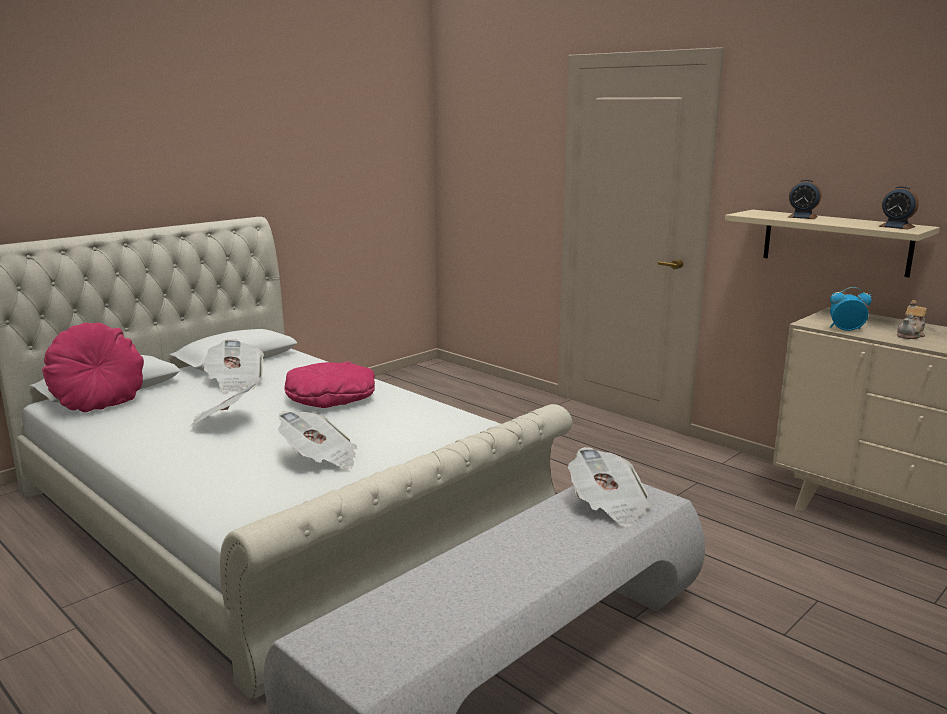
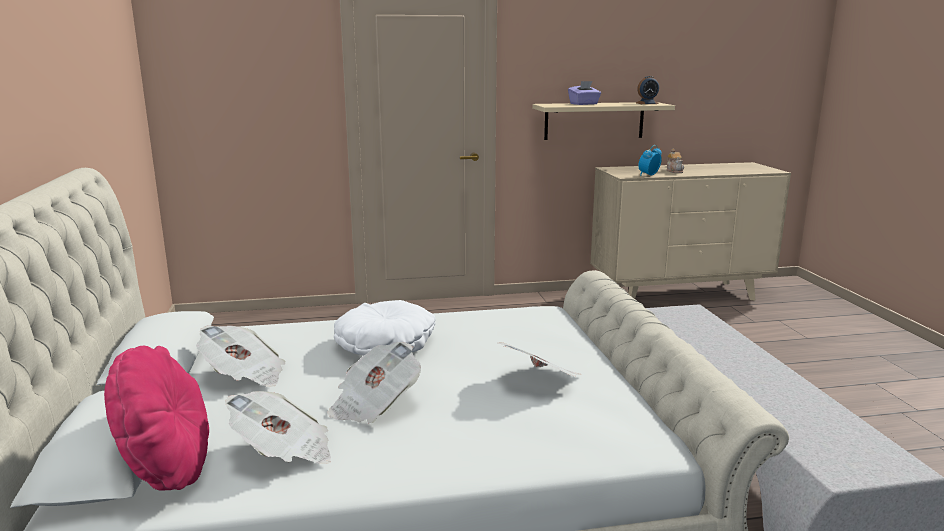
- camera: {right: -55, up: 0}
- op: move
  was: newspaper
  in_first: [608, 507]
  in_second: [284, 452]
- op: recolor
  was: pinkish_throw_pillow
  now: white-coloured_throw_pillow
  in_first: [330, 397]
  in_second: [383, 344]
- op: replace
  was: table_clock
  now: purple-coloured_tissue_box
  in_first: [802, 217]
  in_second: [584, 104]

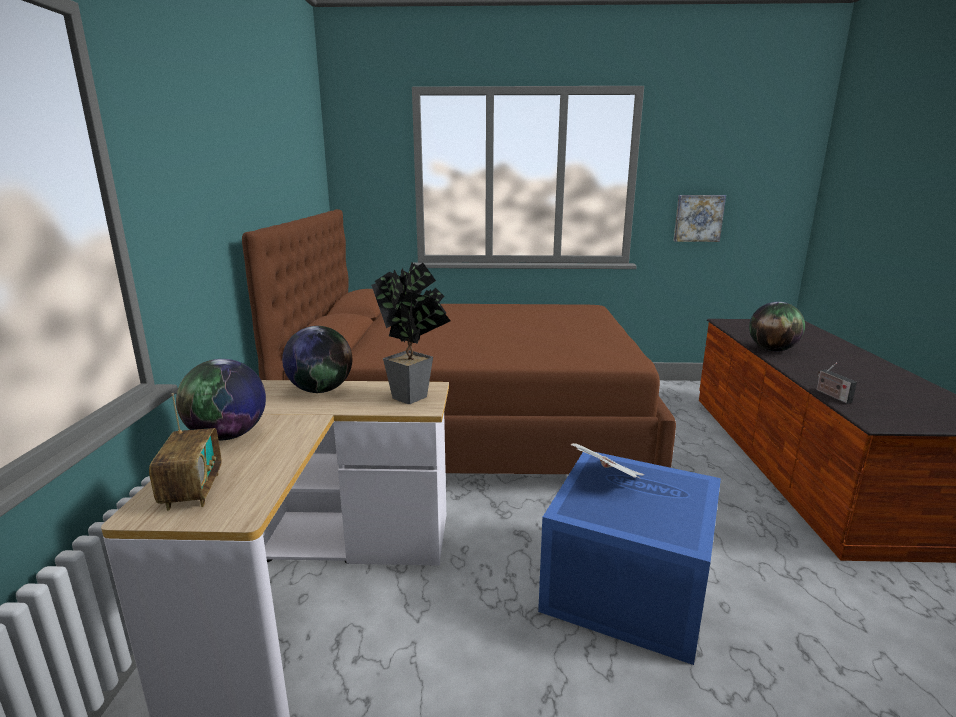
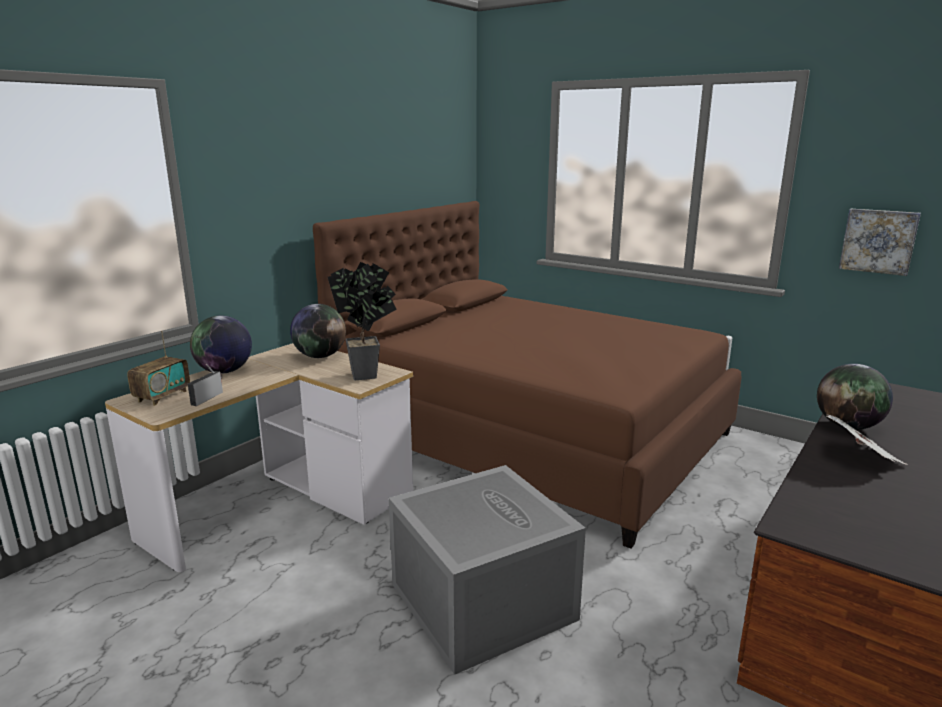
- camera: {right: 35, up: 0}
- op: move
  was: radio_receiver
  in_first: [831, 395]
  in_second: [208, 398]
- op: recolor
  was: blue_storage_bin
  now: greyish_storage_bin
  in_first: [624, 588]
  in_second: [479, 601]
- op: move
  was: newspaper
  in_first: [607, 479]
  in_second: [861, 458]

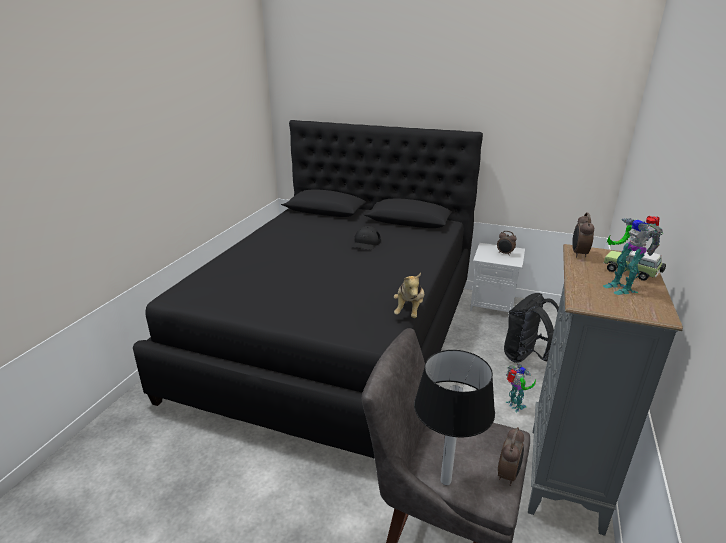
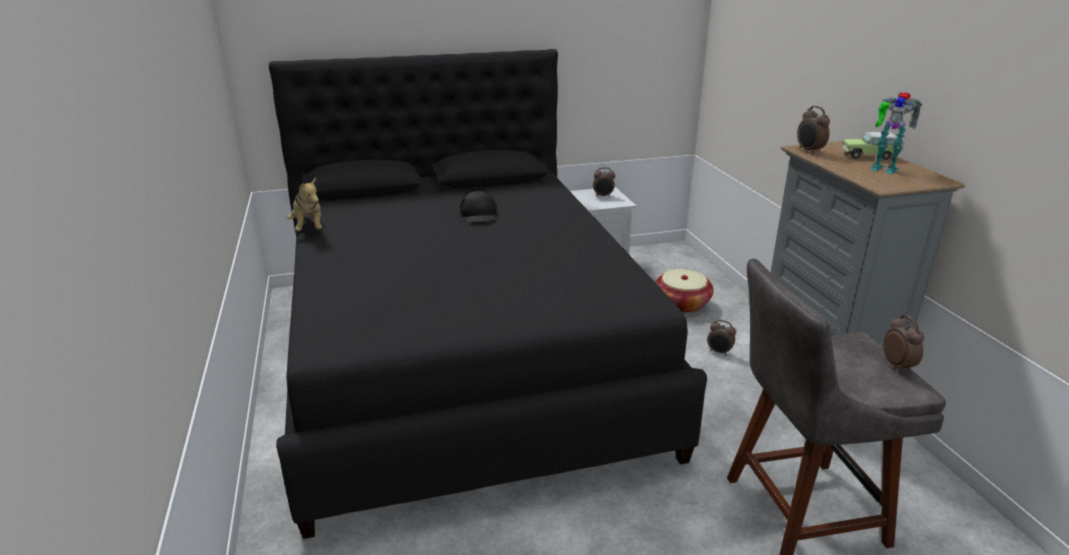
- camera: {right: -35, up: 0}
- op: move
  was: plush_toy
  in_first: [409, 310]
  in_second: [309, 228]
- op: replace
  was: black_backpack
  now: household_basket
  in_first: [526, 357]
  in_second: [681, 304]
- op: replace
  was: toy_robot
  now: table_clock
  in_first: [515, 406]
  in_second: [719, 352]
- op: delete
  was: table_lamp
  in_first: [445, 480]

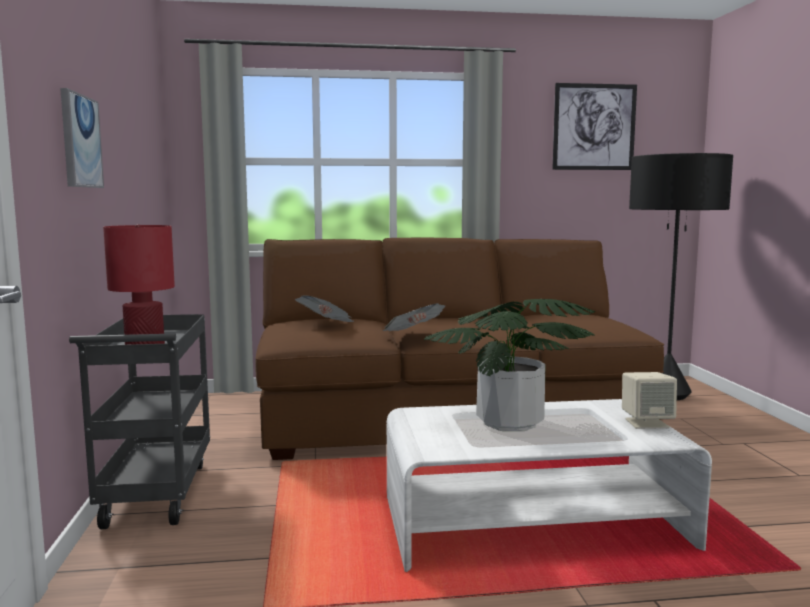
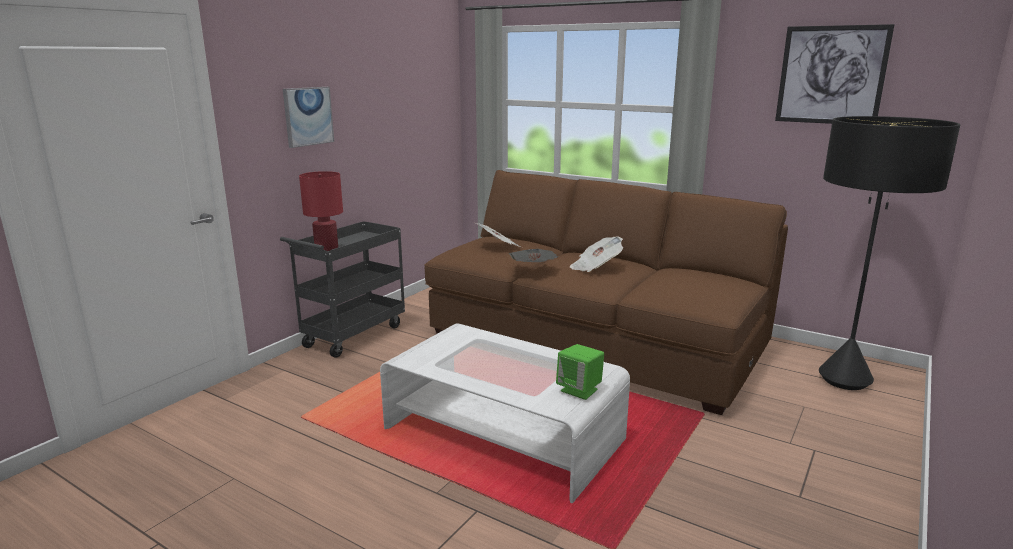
- camera: {right: 40, up: 10}
- op: recolor
  was: beige_loudspeaker
  now: green-coloured_loudspeaker
  in_first: [646, 423]
  in_second: [579, 390]
- op: insert
  now: newspaper
  in_second: [595, 267]
- op: delete
  was: plant_in_a_pot
  in_first: [509, 422]

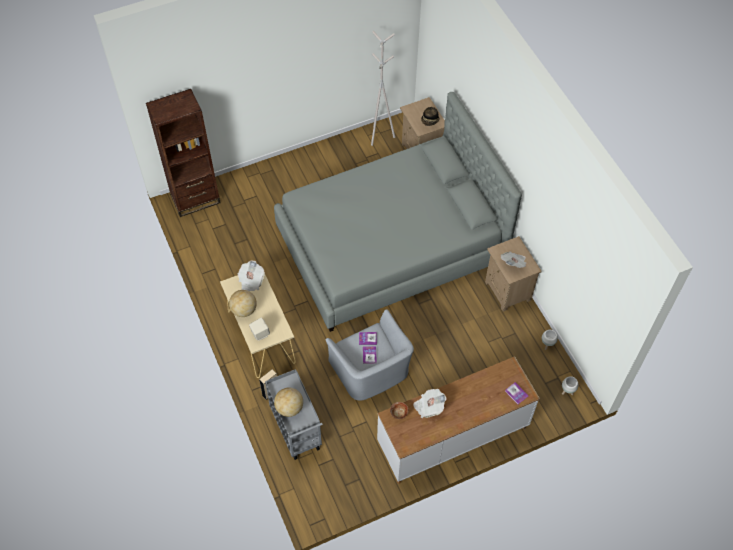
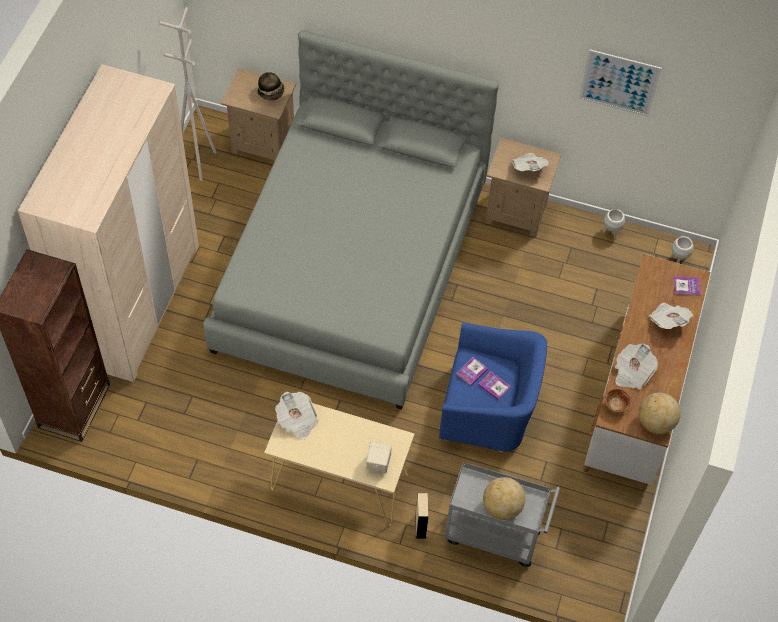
- camera: {right: -50, up: 0}
- op: insert
  now: beige_clothes_cupboard
  in_second: [134, 302]
- op: recolor
  was: greyish_armchair
  now: blue_armchair
  in_first: [371, 370]
  in_second: [488, 409]
- op: insert
  now: picture
  in_second: [619, 83]
- op: move
  was: world_globe
  in_first: [244, 310]
  in_second: [655, 423]
- op: insert
  now: newspaper
  in_second: [668, 321]

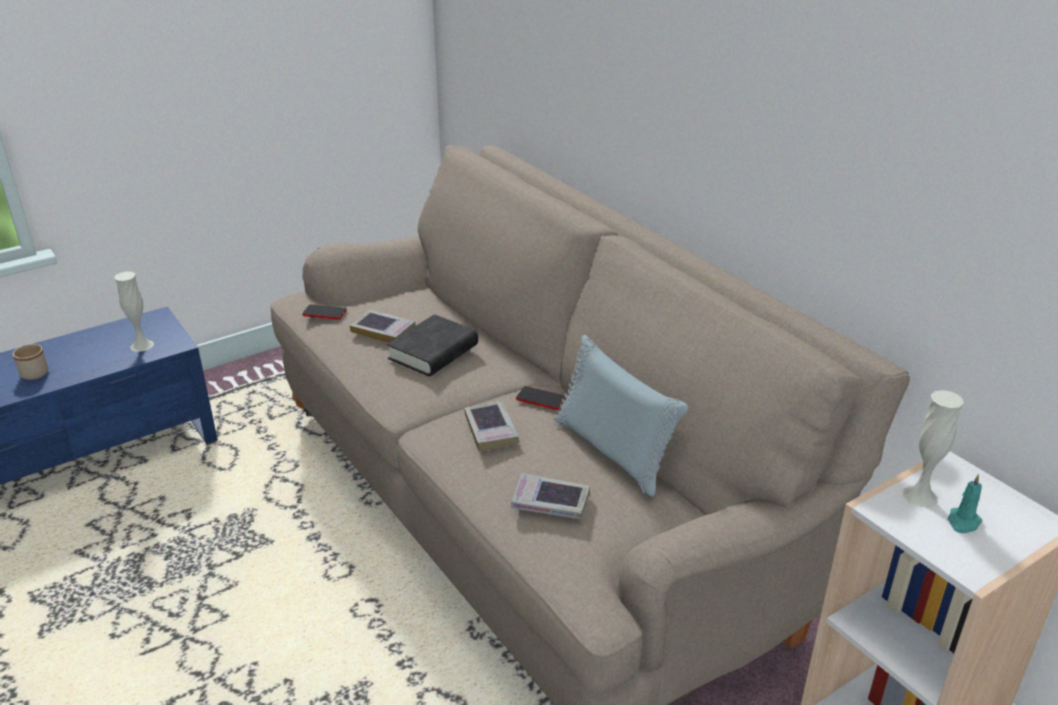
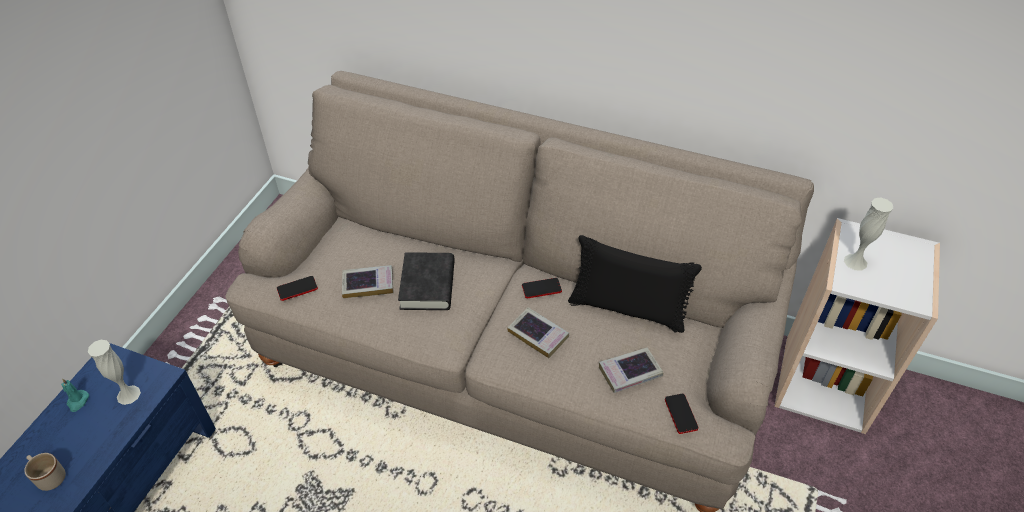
- camera: {right: -35, up: 15}
- op: move
  was: turquoise-coloured_wax_candle
  in_first: [963, 522]
  in_second: [78, 401]
- op: recolor
  was: blue_throw_pillow
  now: black_throw_pillow
  in_first: [614, 452]
  in_second: [627, 308]
- op: insert
  now: handset
  in_second: [681, 414]

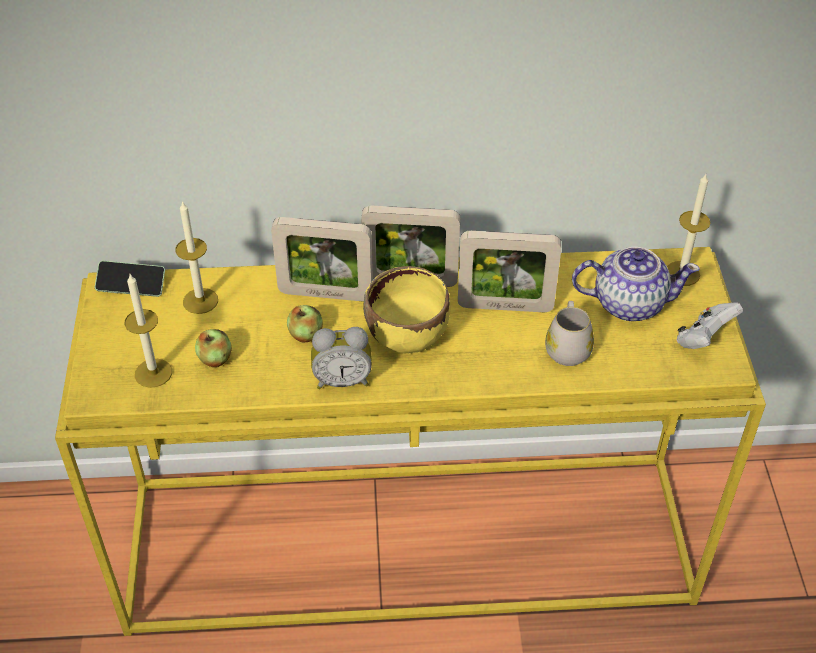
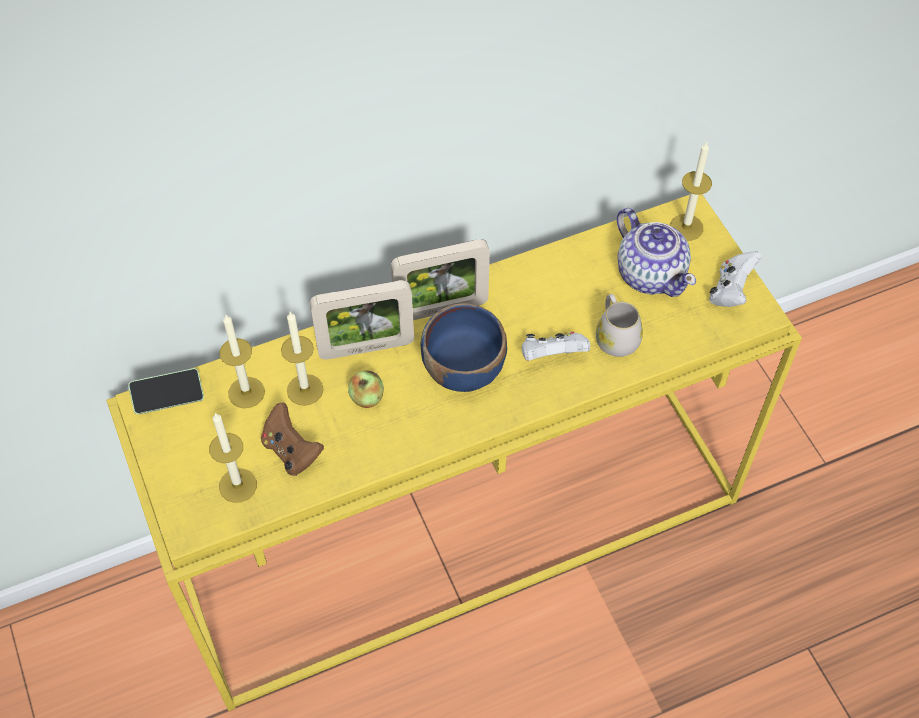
- camera: {right: -20, up: 10}
- op: replace
  was: apple_fruit
  now: brown-coloured_joypad
  in_first: [215, 359]
  in_second: [291, 451]
- op: insert
  now: wax_candle
  in_second: [305, 390]
- op: recolor
  was: yellow-coloured_serving_bowl
  now: blue_serving_bowl
  in_first: [408, 335]
  in_second: [464, 369]
- op: insert
  now: white-coloured_joypad
  in_second: [552, 356]
- op: rotate
  was: pot_for_tea
  in_first: [628, 303]
  in_second: [650, 273]
  clockwise: 75
- op: delete
  was: table_clock
  in_first: [342, 380]
- op: delete
  was: standing_frame
  in_first: [505, 306]

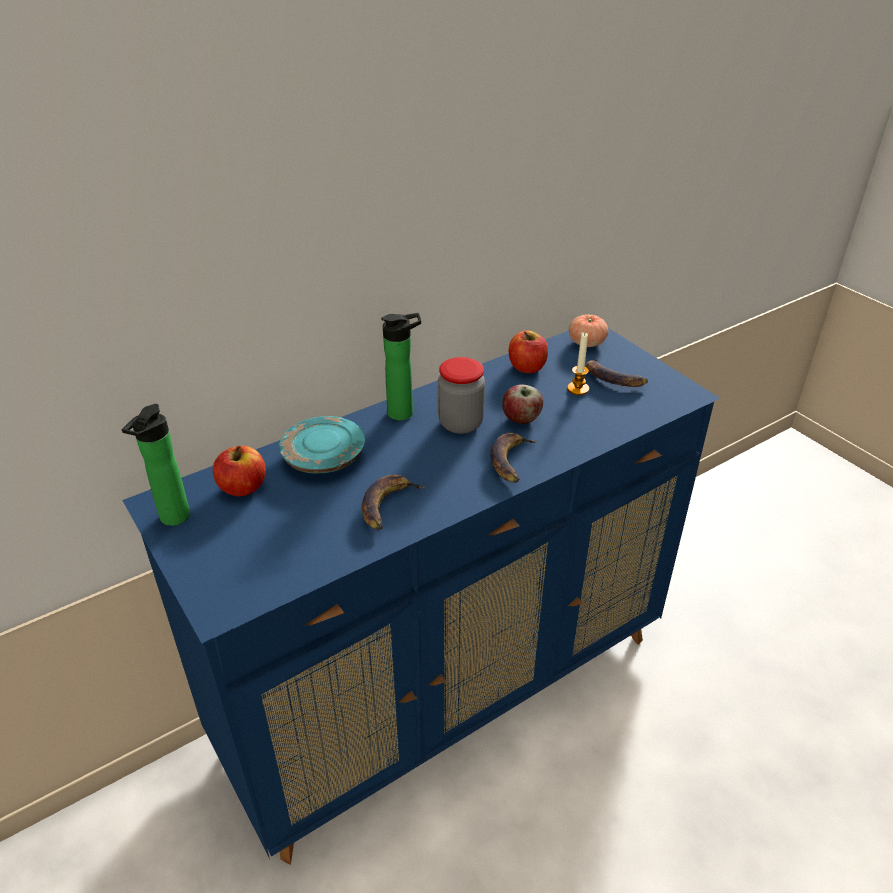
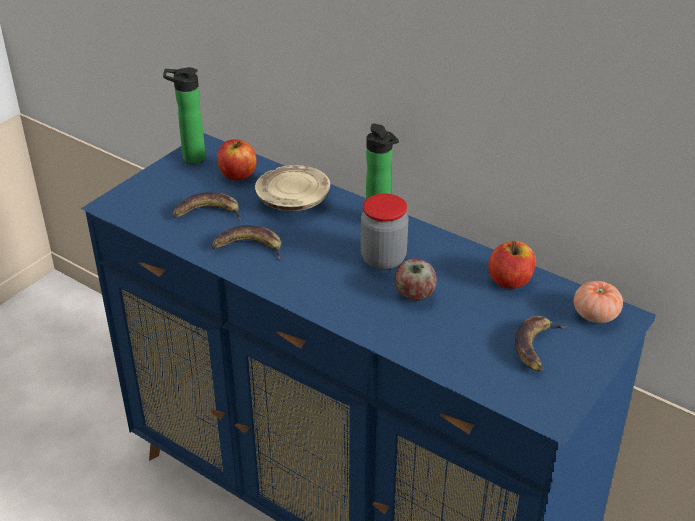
- camera: {right: 70, up: 0}
- op: move
  was: banana_fruit
  in_first: [511, 461]
  in_second: [207, 213]
- op: recolor
  was: turquoise-coloured_flat_dish
  now: beige_flat_dish
  in_first: [324, 457]
  in_second: [293, 200]
- op: delete
  was: wax_candle
  in_first: [578, 389]

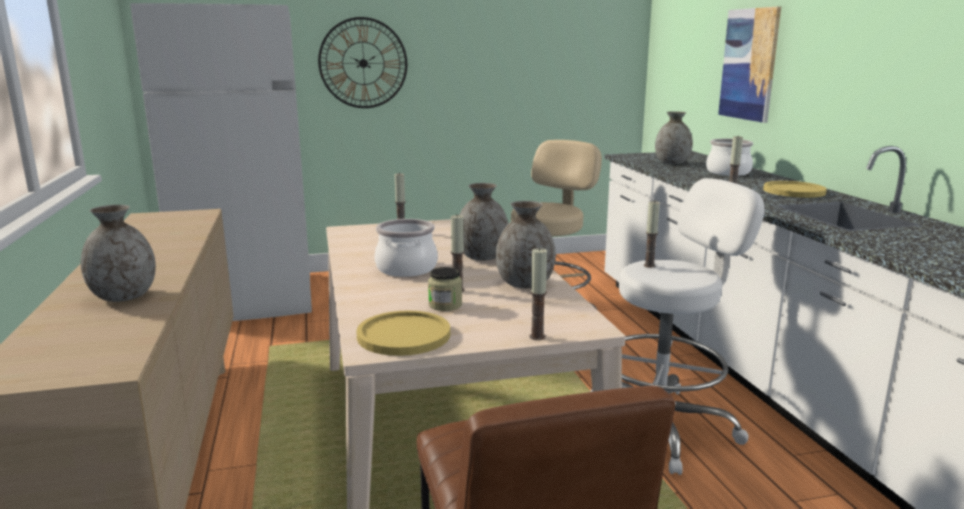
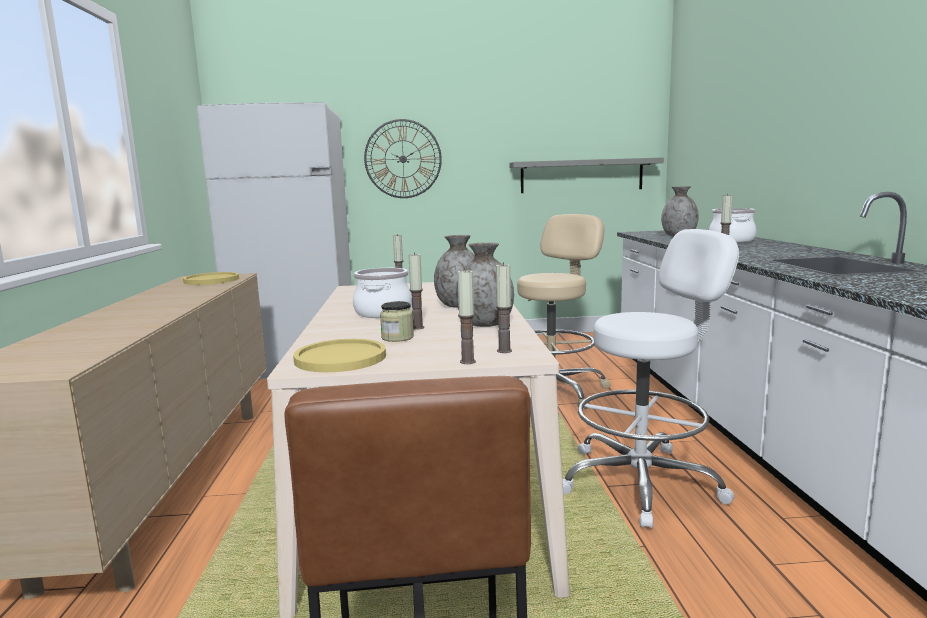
- camera: {right: 10, up: -5}
- op: move
  was: yellow-coloured_flat_dish
  in_first: [794, 191]
  in_second: [211, 280]
- op: move
  was: wax_candle
  in_first: [649, 265]
  in_second: [504, 351]
- op: insert
  now: greyish_shelf
  in_second: [581, 175]
- op: delete
  was: greyish_flower_vase
  in_first: [123, 297]
- op: delete
  was: picture
  in_first: [749, 64]

